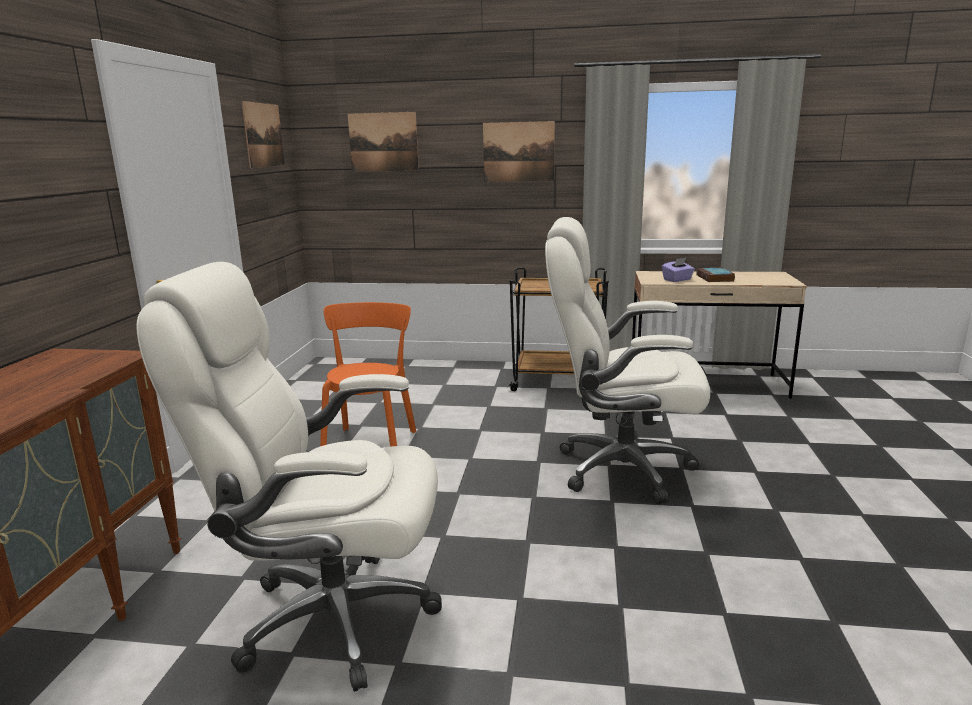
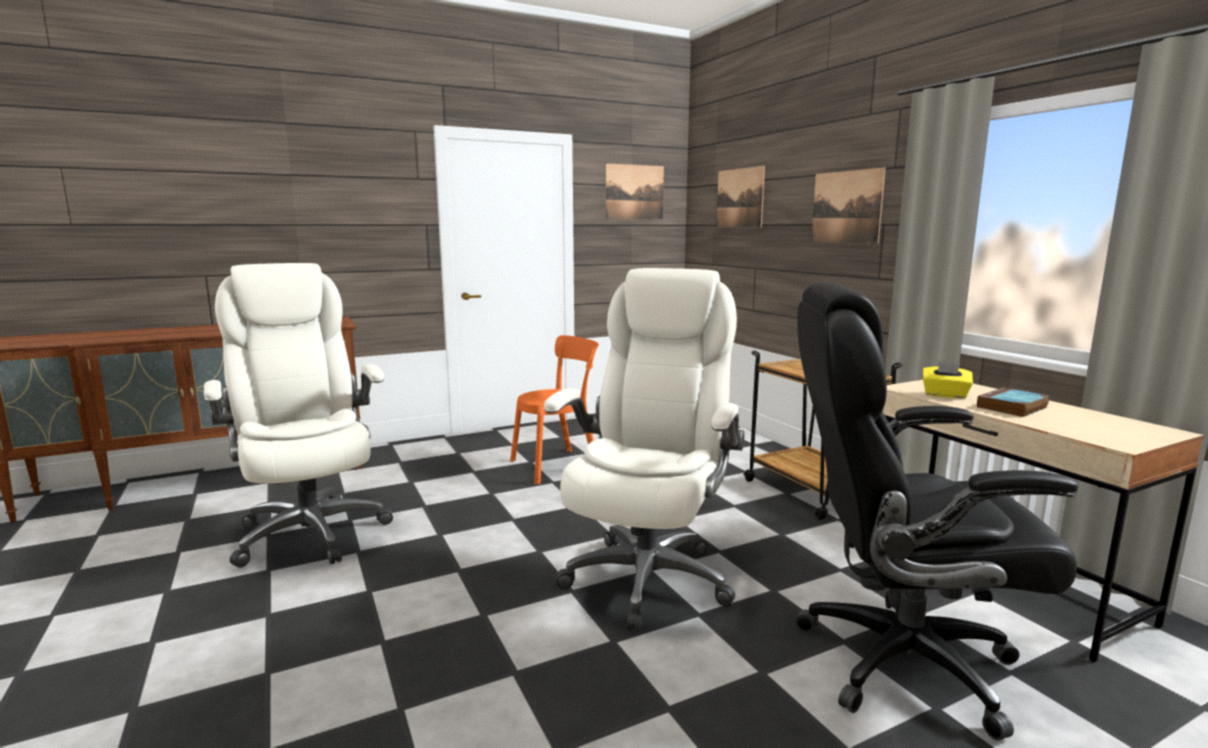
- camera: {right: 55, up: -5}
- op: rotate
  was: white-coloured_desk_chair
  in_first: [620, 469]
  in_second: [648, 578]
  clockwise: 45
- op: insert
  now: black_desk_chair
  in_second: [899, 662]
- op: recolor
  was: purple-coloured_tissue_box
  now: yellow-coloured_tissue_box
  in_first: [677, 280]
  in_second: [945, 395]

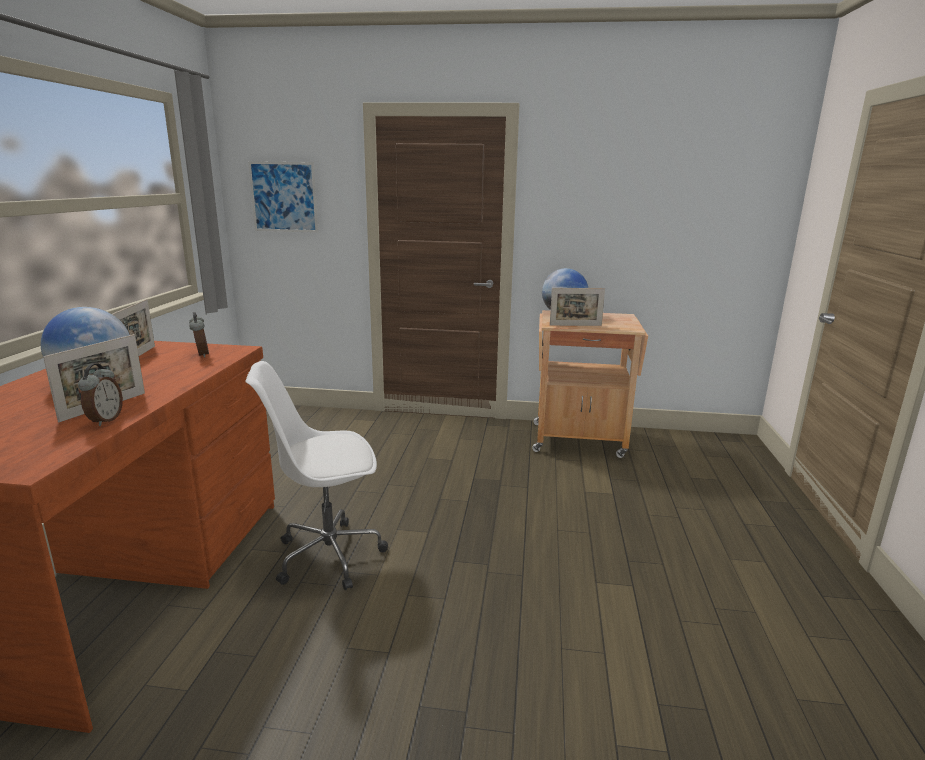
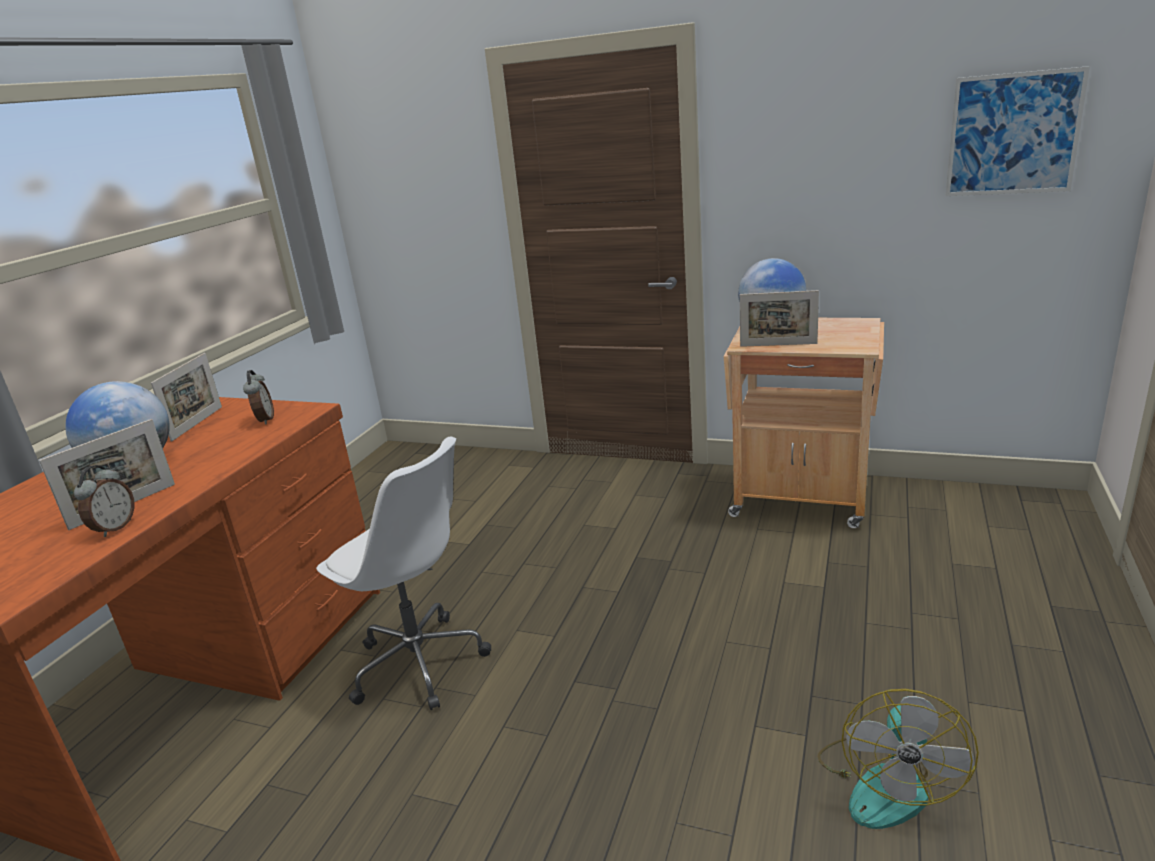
- camera: {right: 15, up: 5}
- op: rotate
  was: white-coloured_desk_chair
  in_first: [326, 556]
  in_second: [422, 665]
  clockwise: -150
- op: insert
  now: fan
  in_second: [886, 782]
- op: move
  was: picture
  in_first: [284, 197]
  in_second: [1013, 134]

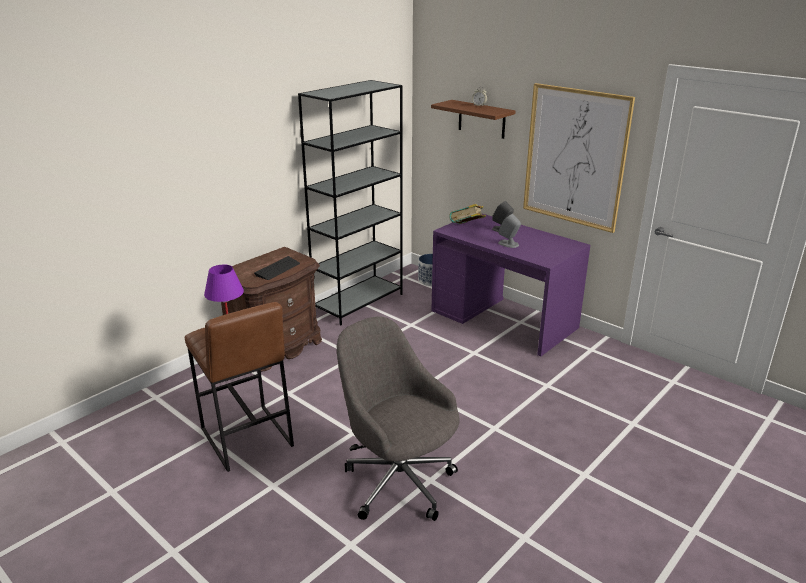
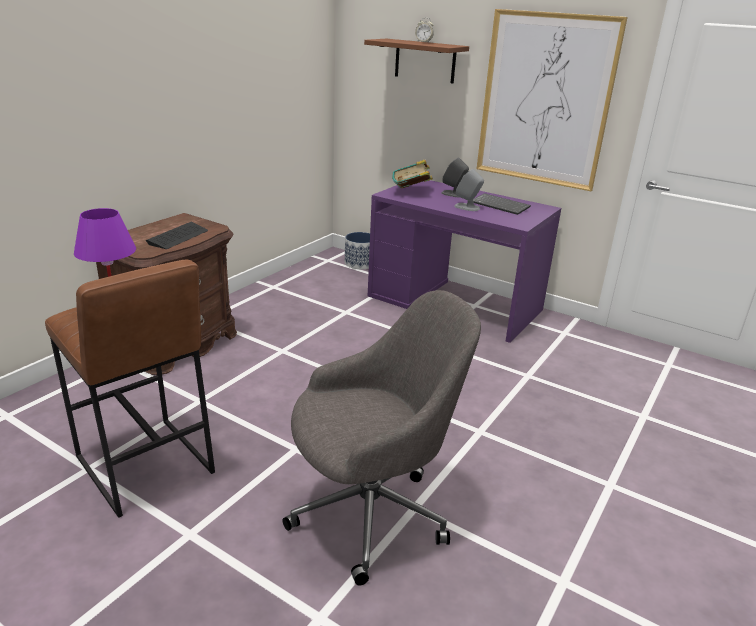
- camera: {right: -10, up: 0}
- op: rotate
  was: greyish_desk_chair
  in_first: [398, 483]
  in_second: [370, 515]
  clockwise: 120
- op: insert
  now: computer_keyboard
  in_second: [501, 205]
- op: delete
  was: greyish_shelving_unit
  in_first: [358, 302]

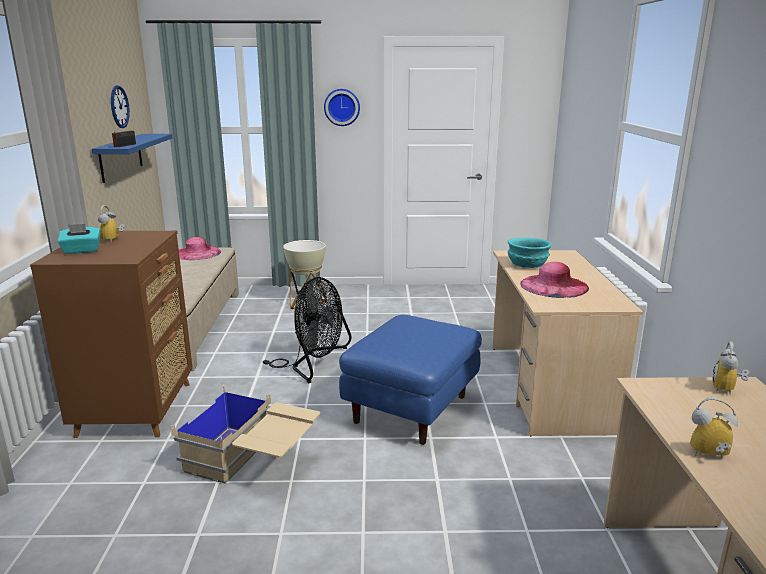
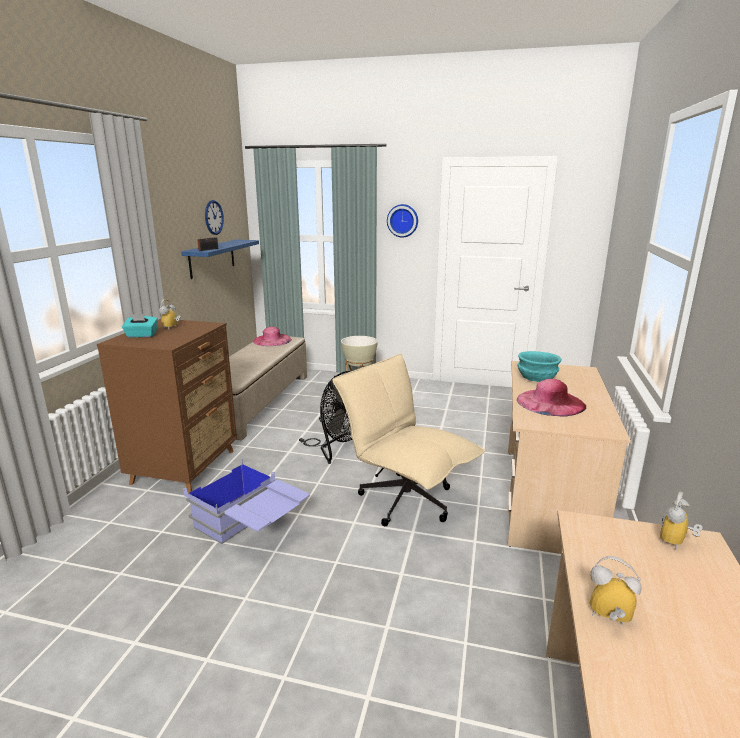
- camera: {right: 15, up: 0}
- op: recolor
  was: beige_storage_bin
  now: blue_storage_bin
  in_first: [252, 462]
  in_second: [251, 529]
- op: replace
  was: blue_pouffe
  now: beige_desk_chair
  in_first: [412, 408]
  in_second: [407, 501]

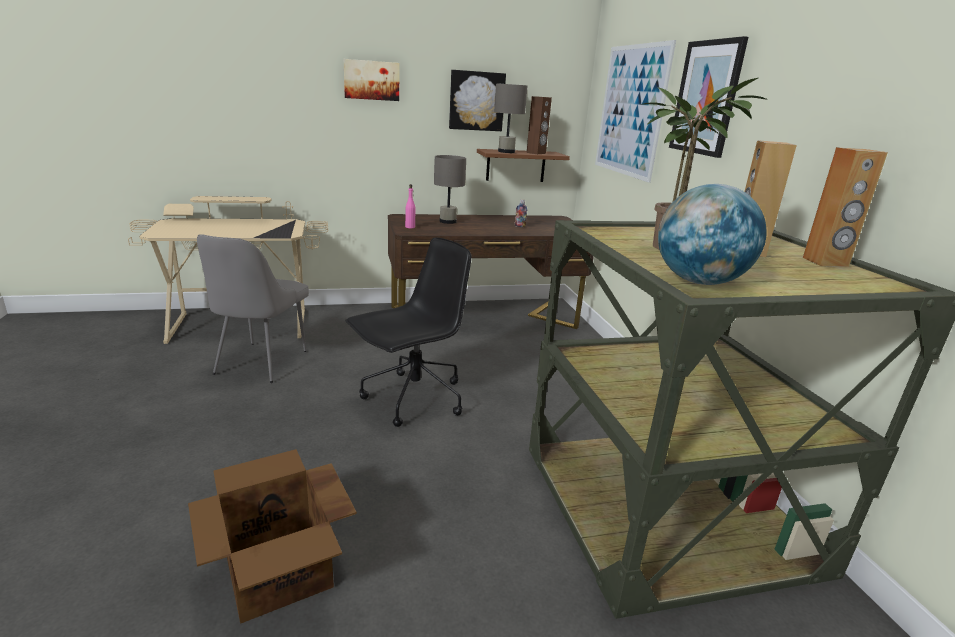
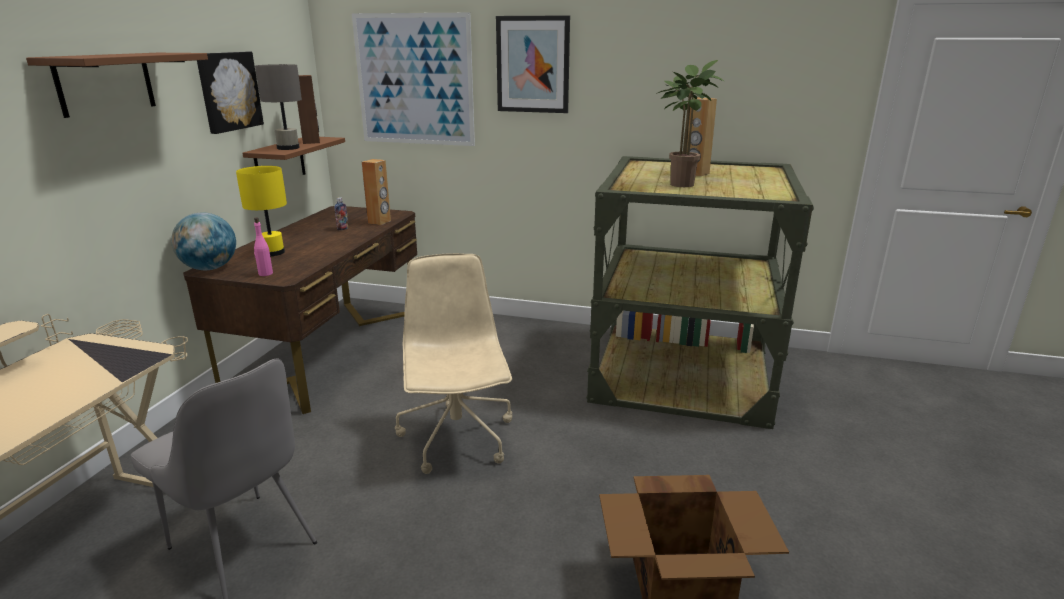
- camera: {right: -60, up: 0}
- op: replace
  was: picture
  now: brown-coloured_shelf
  in_first: [371, 80]
  in_second: [105, 83]
- op: move
  was: world_globe
  in_first: [698, 282]
  in_second: [209, 268]
- op: recolor
  was: greyish_table_lamp
  now: yellow-coloured_table_lamp
  in_first: [447, 221]
  in_second: [272, 253]
- op: move
  was: brown-coloured_loudspeaker
  in_first: [825, 262]
  in_second: [379, 222]
- op: recolor
  was: black_desk_chair
  now: beige_desk_chair
  in_first: [410, 400]
  in_second: [458, 442]

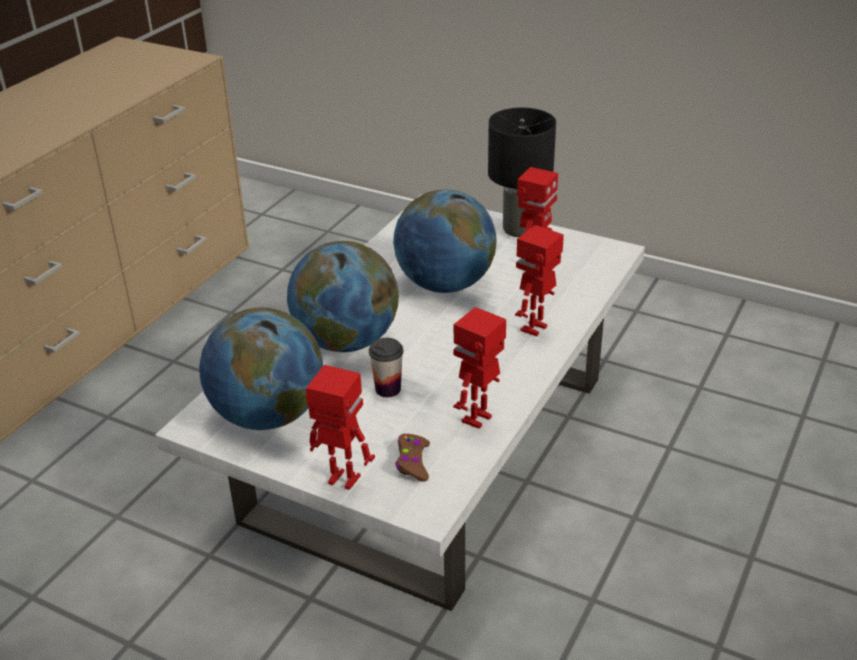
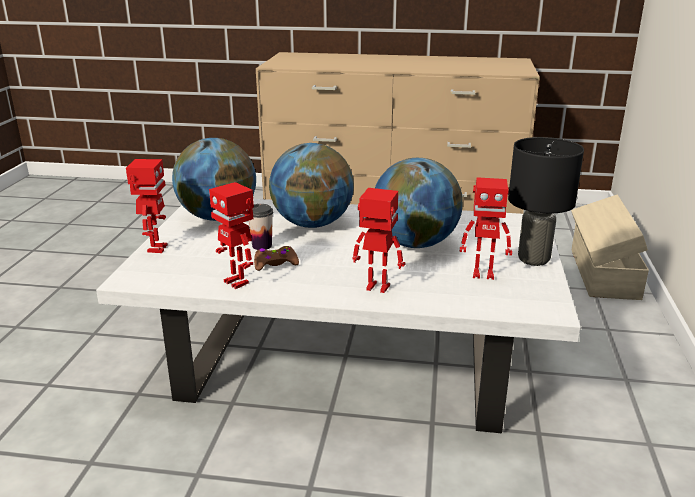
- camera: {right: 70, up: -10}
- op: rotate
  was: toy_robot
  in_first: [478, 419]
  in_second: [237, 282]
  clockwise: -150
- op: move
  was: brown-coloured_joypad
  in_first: [413, 462]
  in_second: [275, 263]
- op: insert
  now: beige_storage_bin
  in_second: [602, 274]

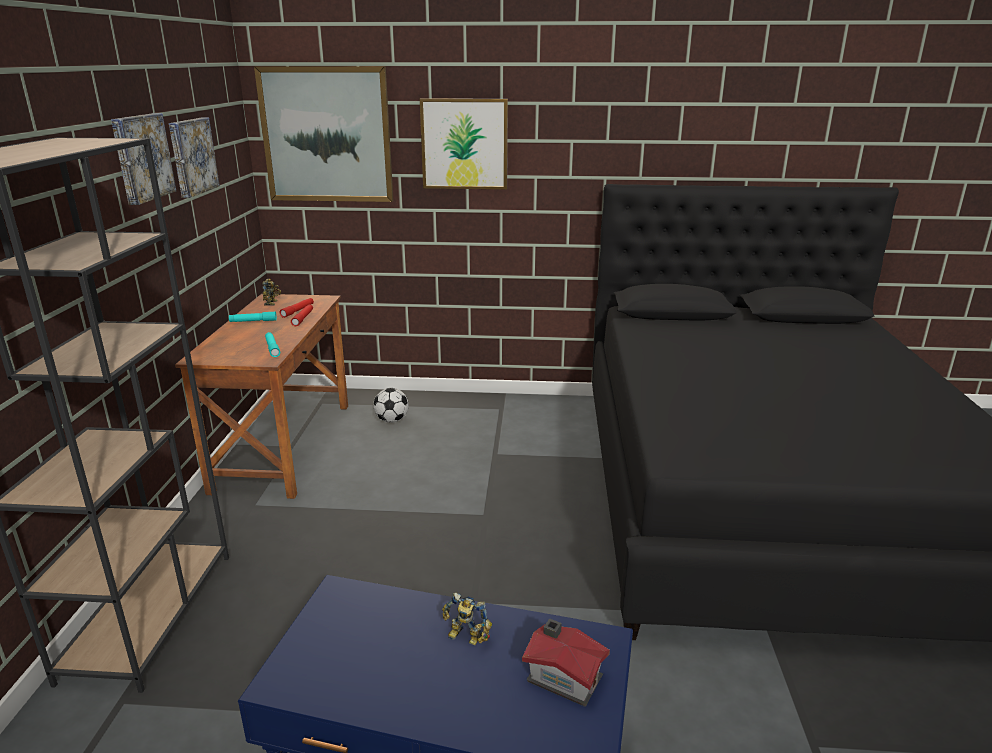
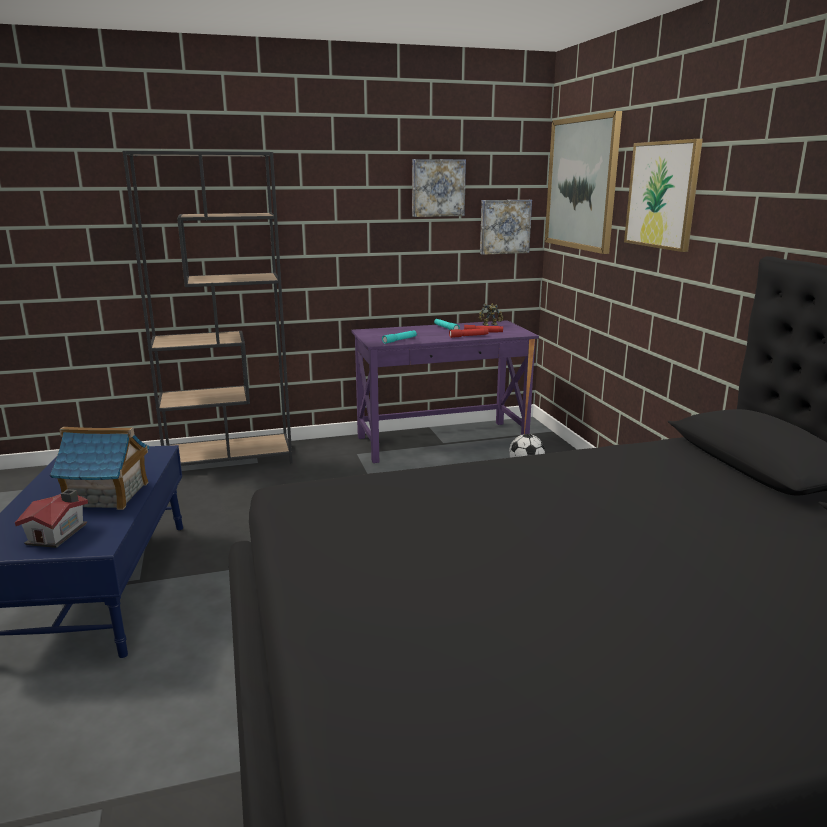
- camera: {right: 70, up: -5}
- op: replace
  was: toy_robot
  now: toy_house
  in_first: [465, 638]
  in_second: [107, 495]
- op: recolor
  was: brown-coloured_desk_table
  now: purple-coloured_desk_table
  in_first: [284, 446]
  in_second: [441, 441]
- op: move
  was: picture
  in_first: [141, 157]
  in_second: [504, 226]

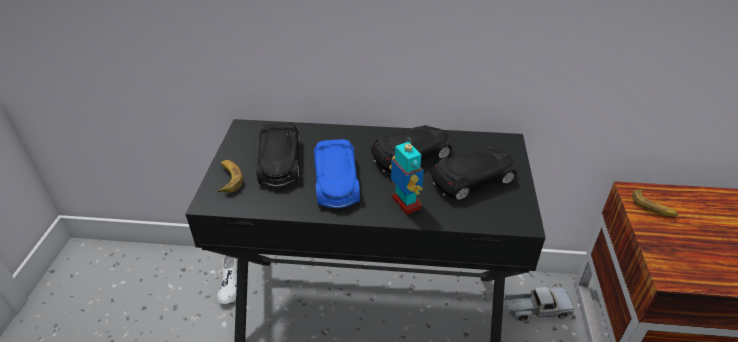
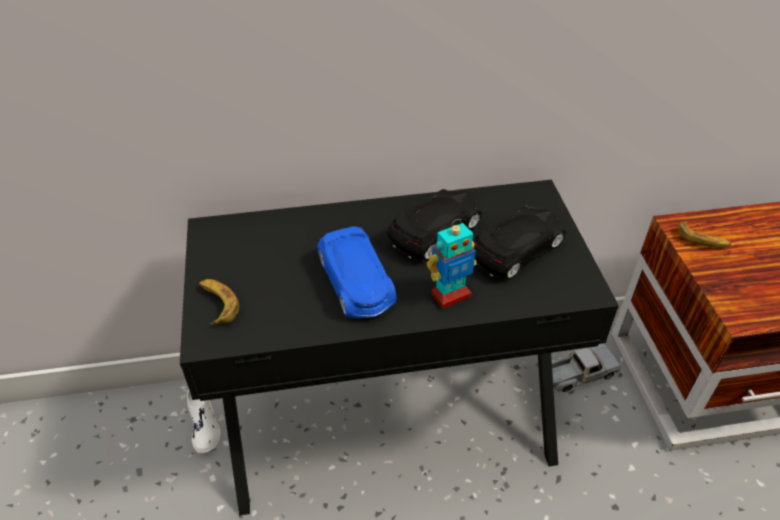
- camera: {right: -15, up: 5}
- op: rotate
  was: toy_robot
  in_first: [405, 204]
  in_second: [450, 295]
  clockwise: 105
- op: delete
  was: black_model_car
  in_first: [280, 163]

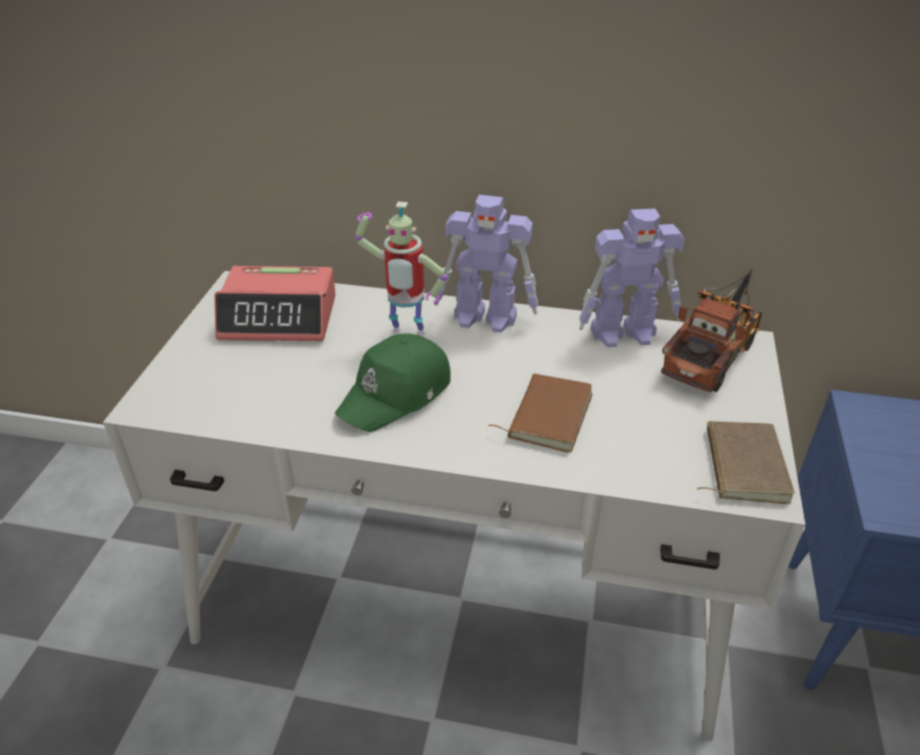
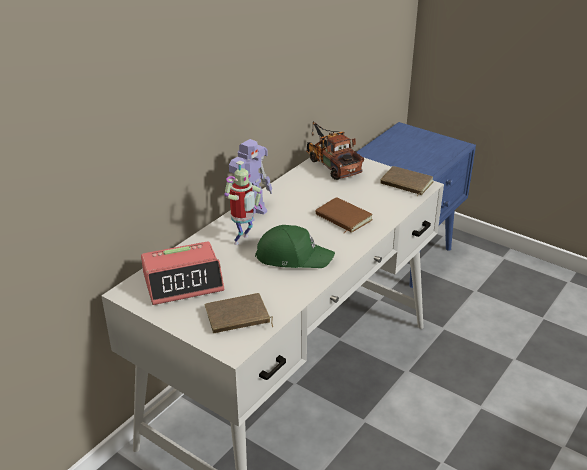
- camera: {right: -65, up: -5}
- op: rotate
  was: table_clock
  in_first: [279, 317]
  in_second: [183, 281]
  clockwise: 45
- op: insert
  now: brown-coloured_volume
  in_second: [237, 318]
- op: rotate
  was: green-coloured_baseball_cap
  in_first: [396, 394]
  in_second: [293, 256]
  clockwise: -60
- op: delete
  was: toy_robot
  in_first: [625, 333]

